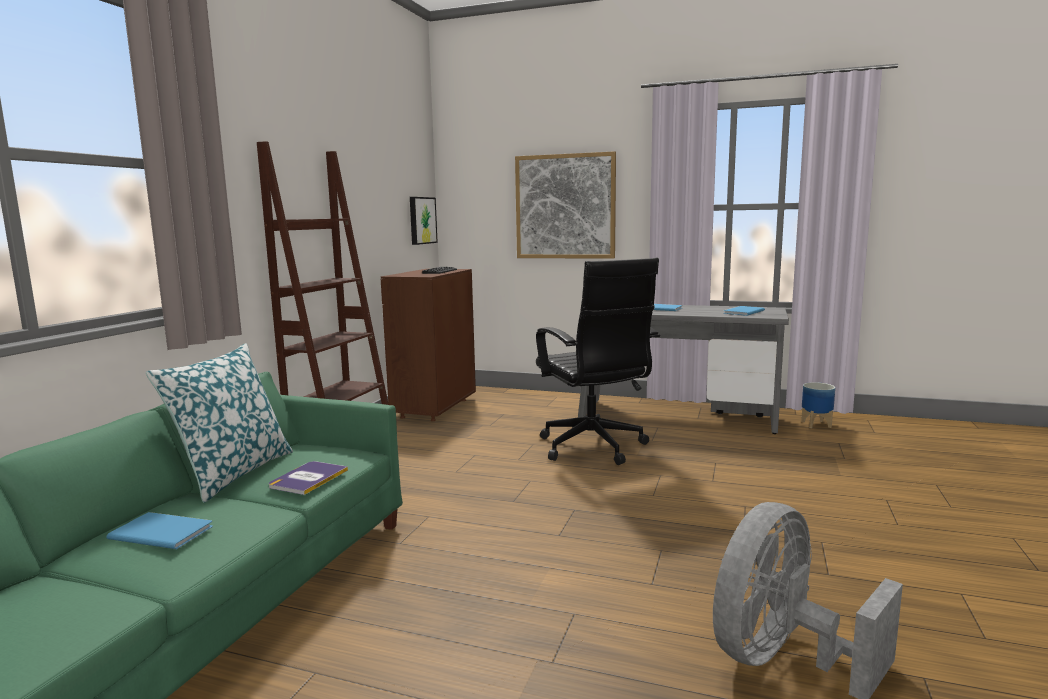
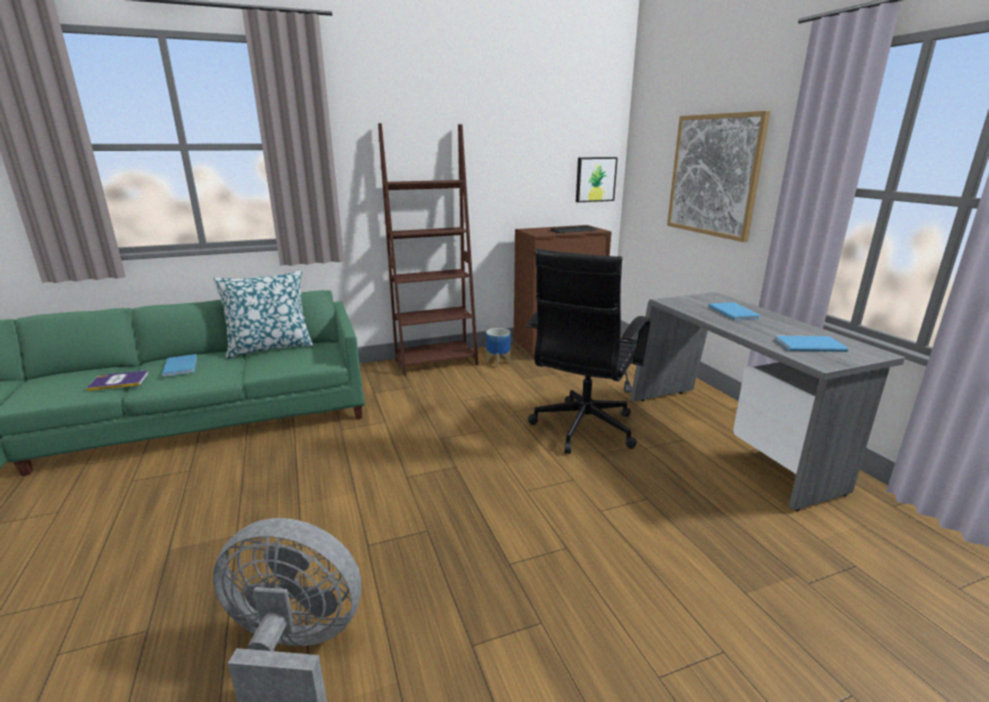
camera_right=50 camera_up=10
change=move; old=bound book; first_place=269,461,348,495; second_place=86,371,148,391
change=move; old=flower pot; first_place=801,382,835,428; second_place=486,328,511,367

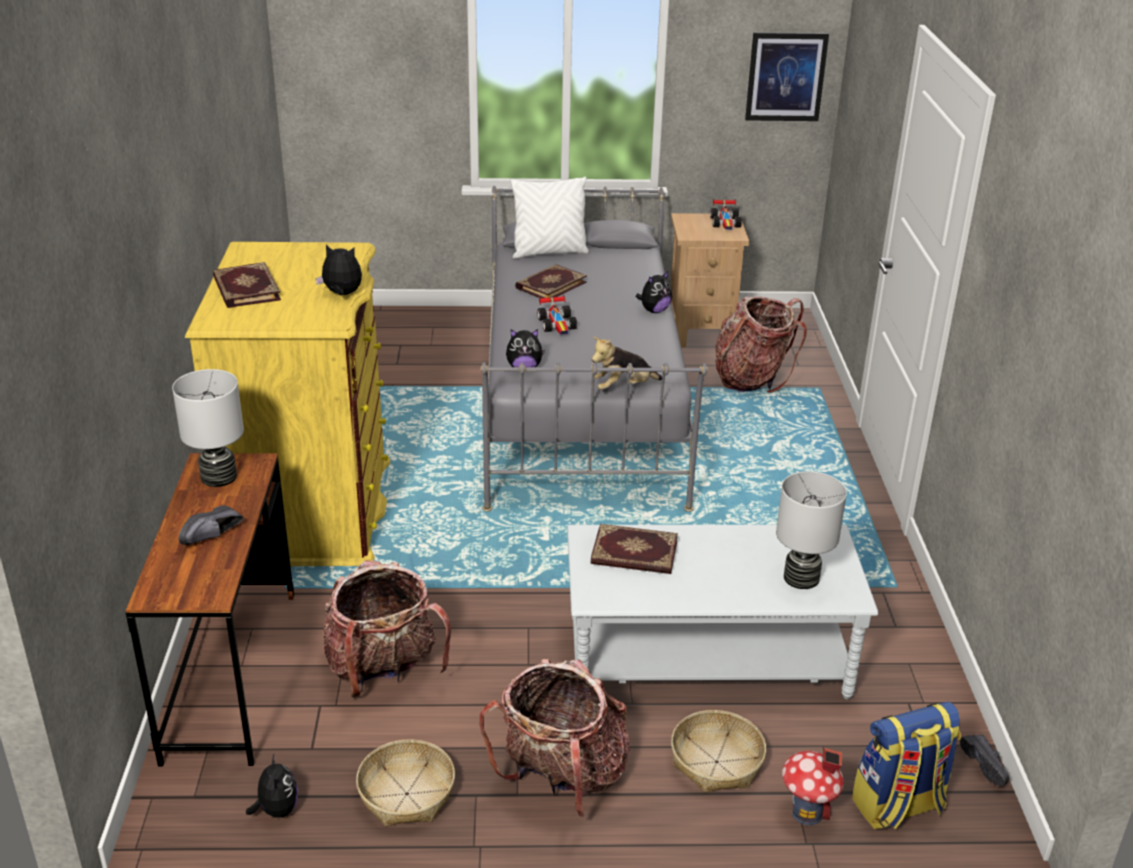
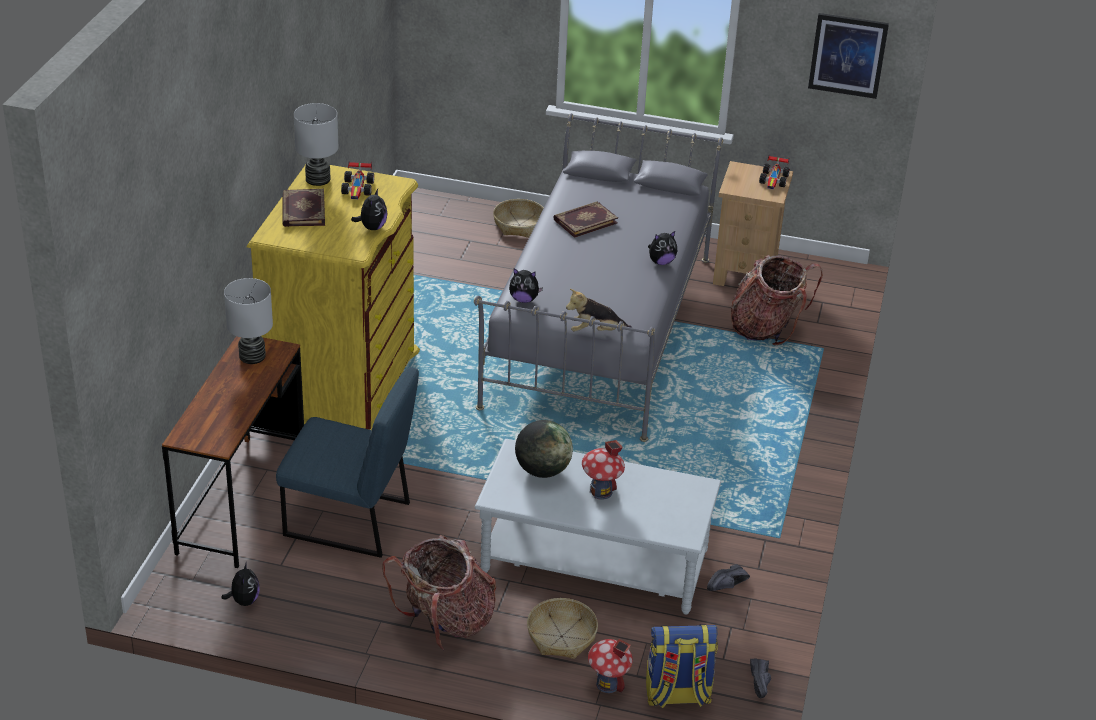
camera_right=15 camera_up=5
change=move; old=black item of footwear; first_place=179,505,244,545; second_place=707,564,750,591
change=rotate; old=soft toy; first_place=315,244,362,296; second_place=351,189,388,230; degrees=75
change=replace; old=knapsack; new=bluish plain chair; first_place=323,560,451,698; second_place=276,367,419,558
change=move; old=storage basket; first_place=356,739,455,827; second_place=493,199,544,238
change=delete; old=whitish cushion; first_place=510,176,589,259
change=move; old=miniature car; first_place=537,295,577,335; second_place=341,161,374,199
change=replace; old=bound book; new=globe; first_place=591,524,678,574; second_place=515,420,573,478
change=move; old=greyish table lamp; first_place=776,471,847,589; second_place=294,103,338,186
change=insert; new=model house; second_place=582,440,625,500

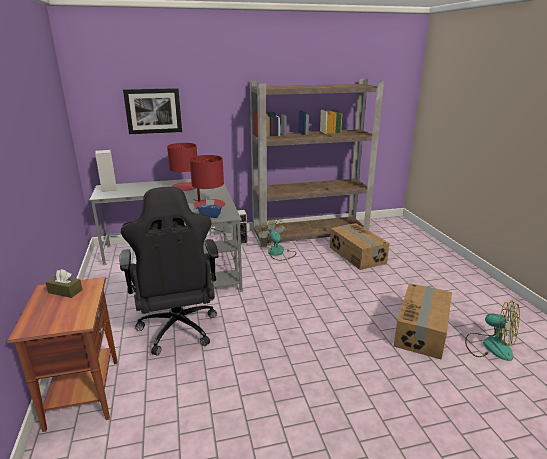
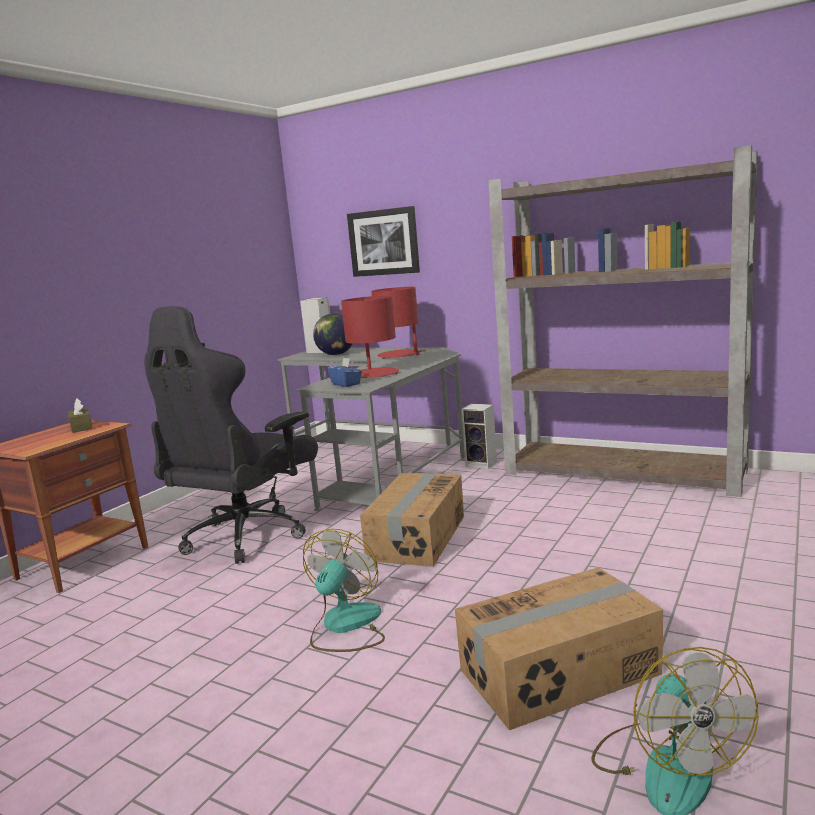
camera_right=45 camera_up=-10
change=move; old=electric fan; first_place=258,219,297,261; second_place=303,529,385,652
change=move; old=packing box; first_place=330,223,390,270; second_place=360,473,464,567
change=insert; new=globe; second_place=313,314,352,355

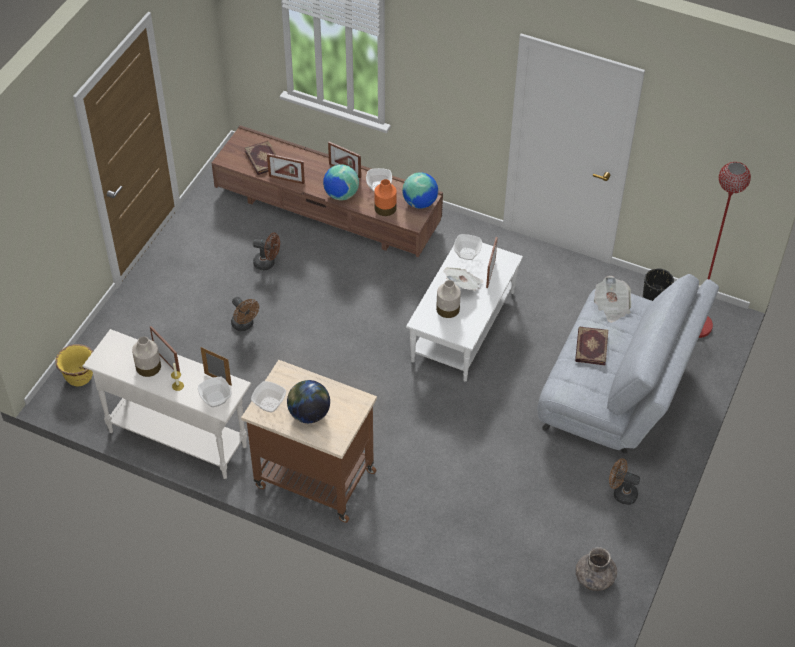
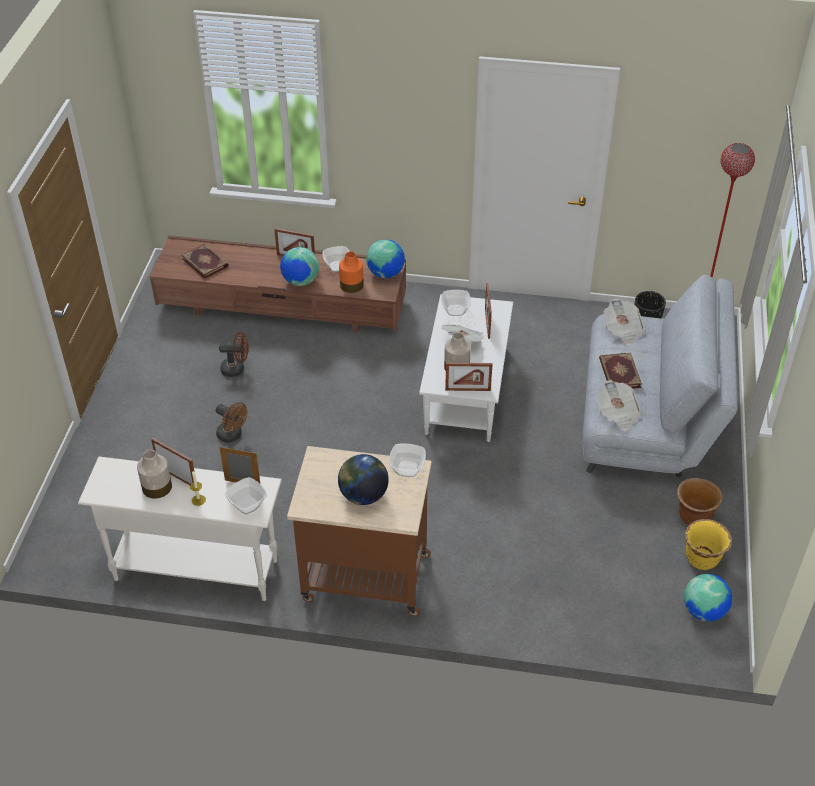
camera_right=-15 camera_up=-5
change=move; old=yellow flower pot; first_place=55,344,93,386; second_place=685,519,732,570
change=move; old=serving bowl; first_place=251,381,286,412; second_place=389,444,426,477
change=move; old=photo frame; first_place=267,153,305,184; second_place=445,363,492,391
change=replace; old=greyish decorative vase; new=globe; first_place=575,547,617,591; second_place=684,574,732,622
change=replace; old=brown-coloured electric fan; new=brown-coloured flower pot; first_place=609,458,640,505; second_place=677,478,723,525
change=insert; new=daily paper; second_place=597,380,641,431

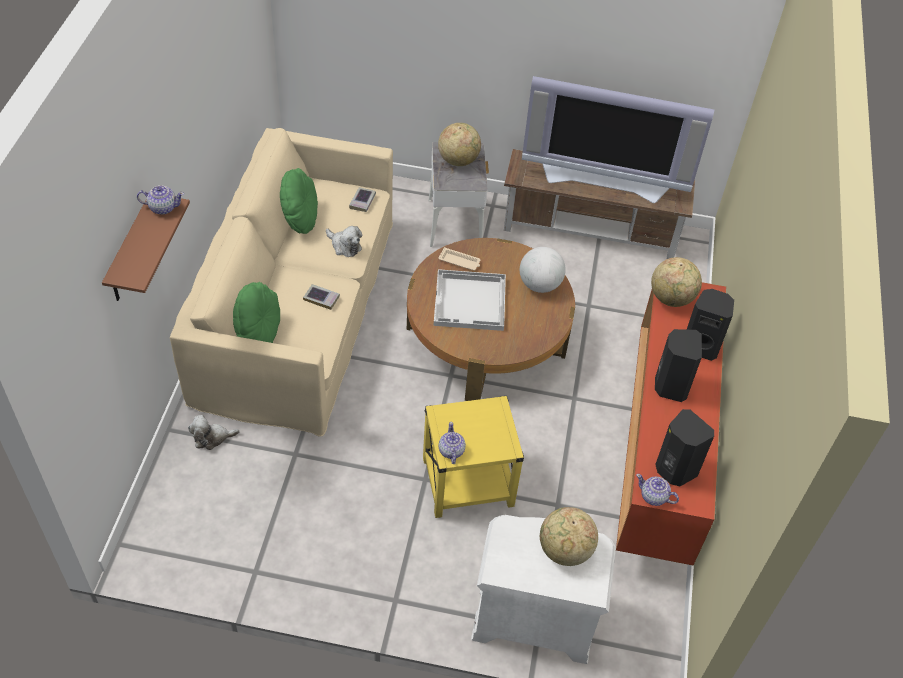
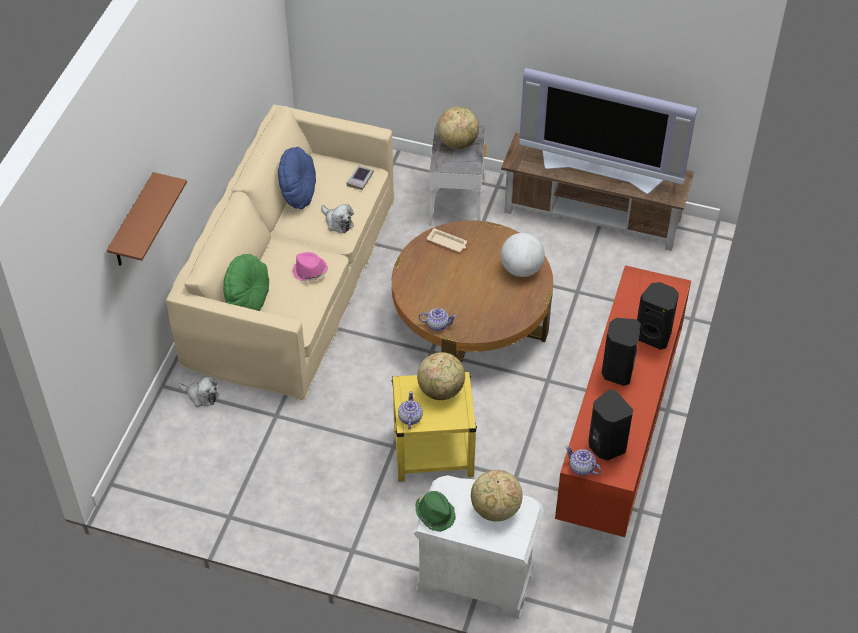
camera_right=10 camera_up=0
change=move; old=teapot; first_place=137,185,184,215; second_place=419,308,457,331
change=rotate; old=soft toy; first_place=188,415,240,450; second_place=178,376,219,407; degrees=-150
change=recolor; old=greenish cushion; new=bluish cushion; first_place=280,168,318,234; second_place=278,147,316,209
change=replace; old=bound book; new=pink wearable hat; first_place=303,284,340,310; second_place=293,252,328,282
change=delete; old=whitish tray; first_place=434,269,506,331
change=move; old=globe; first_place=651,257,702,307; second_place=417,352,465,400
change=insert; new=greenish wearable hat; second_place=415,491,456,532

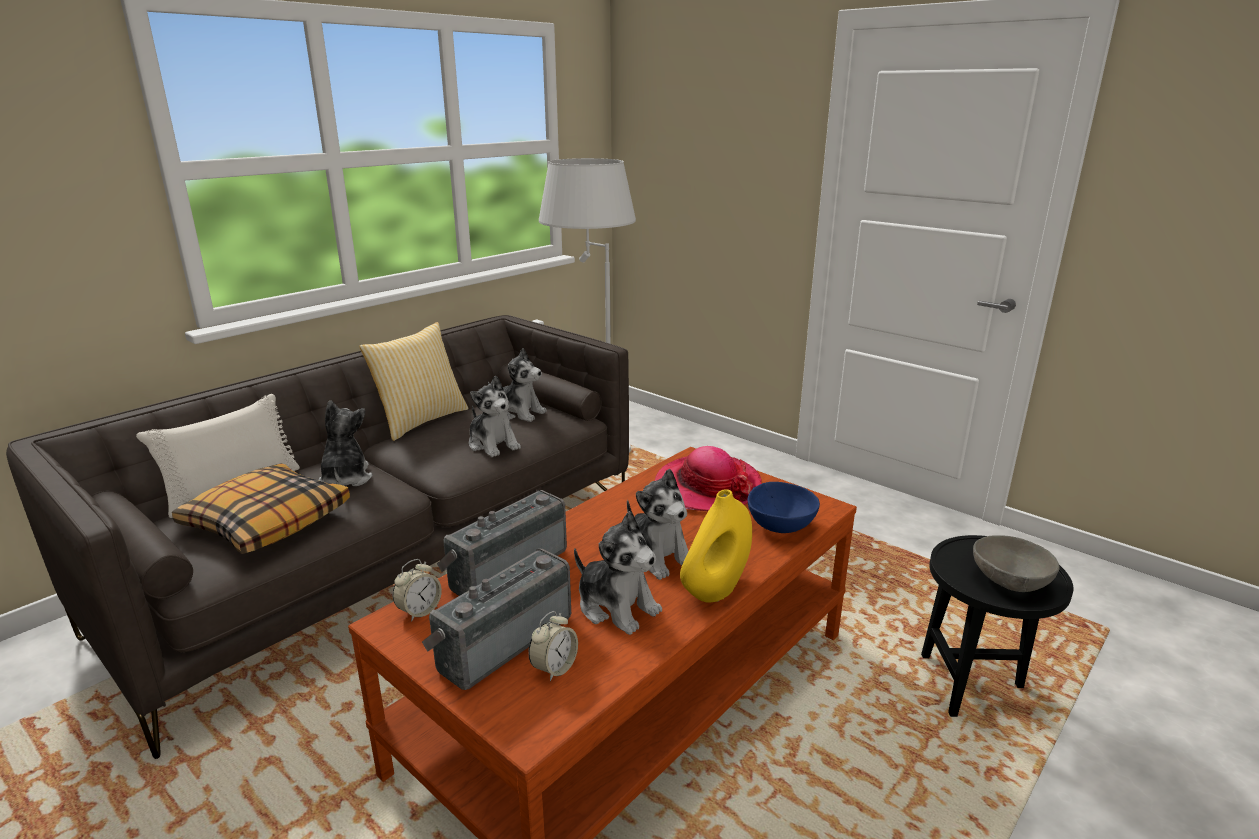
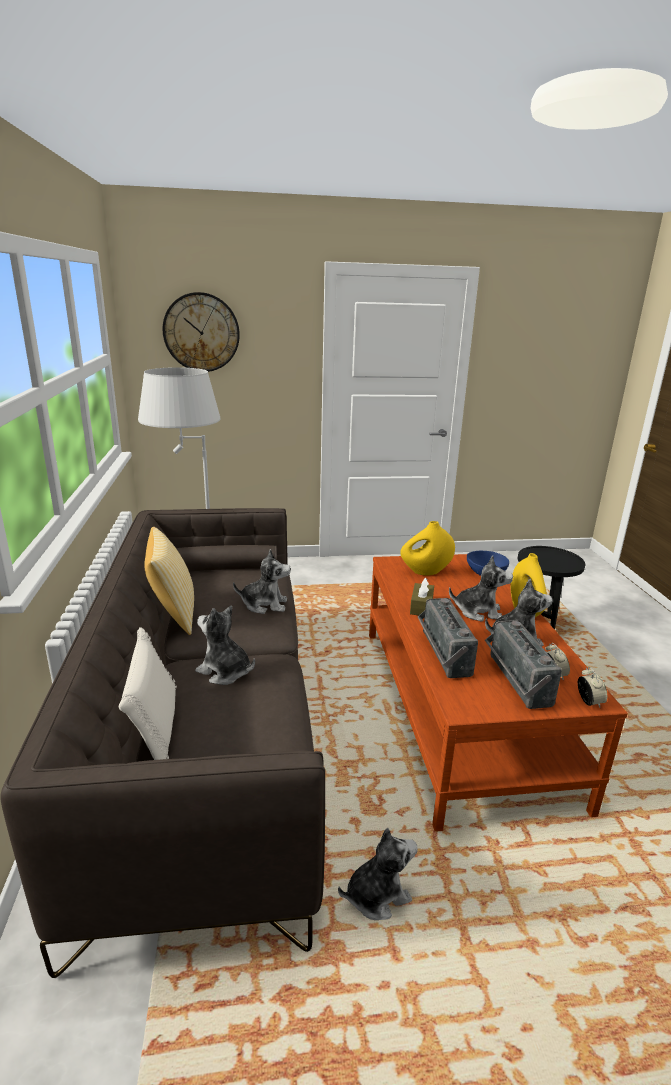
camera_right=-50 camera_up=0
change=delete; old=cushion; first_place=172,463,350,554
change=move; old=alarm clock; first_place=393,559,442,622; second_place=578,667,607,707
change=move; old=soft toy; first_place=488,348,547,422; second_place=338,828,418,920
change=replace; old=wearable hat; new=yellow decorative vase; first_place=655,446,762,511; second_place=400,521,455,575
change=delete; old=greyish serving bowl; first_place=973,535,1060,592
change=insert; new=wall clock; second_place=163,292,240,372
change=insert; new=brown-coloured box of tissues; second_place=410,578,434,615

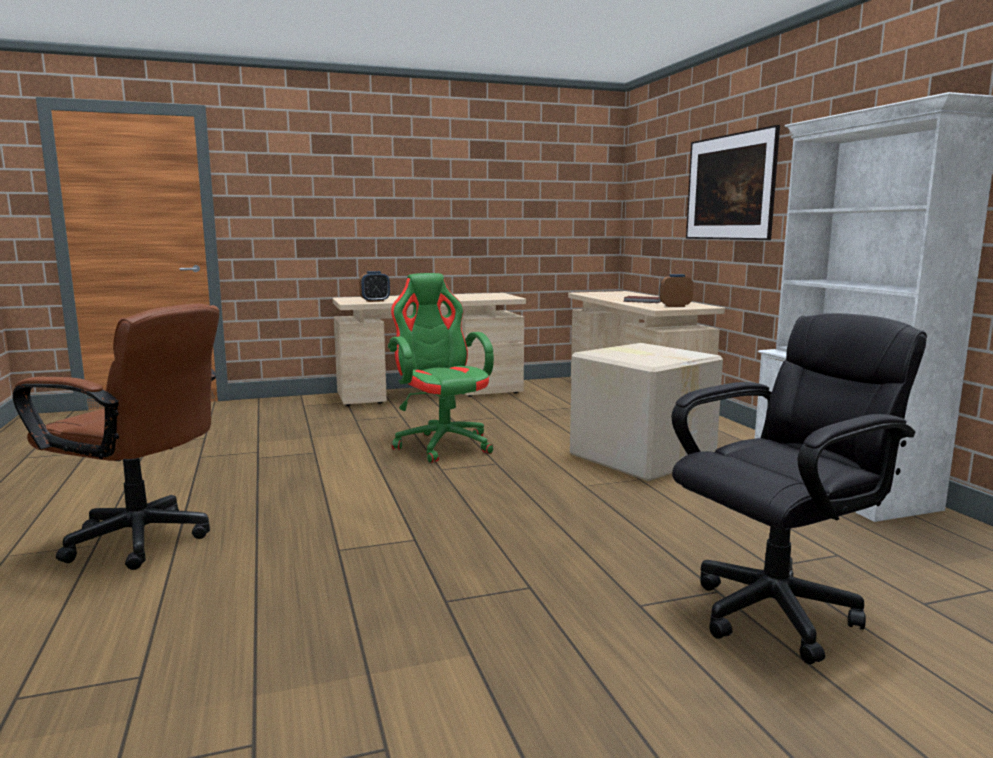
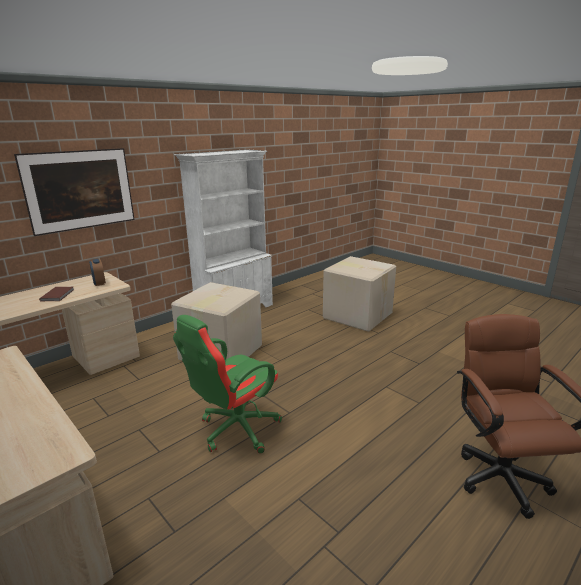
camera_right=-115 camera_up=10
change=delete; old=alarm clock; first_place=359,271,390,302
change=replace; old=black computer chair; new=packing box; first_place=672,313,927,664; second_place=323,256,396,332

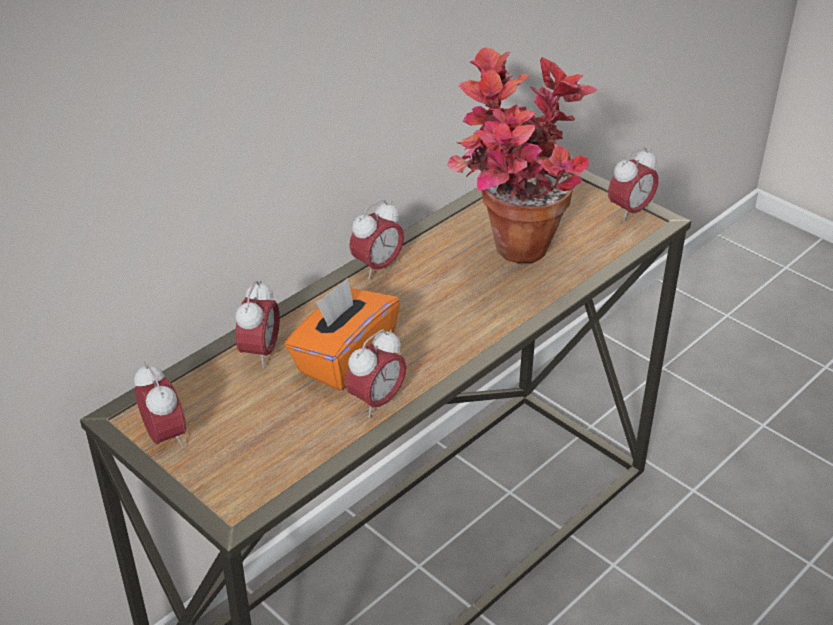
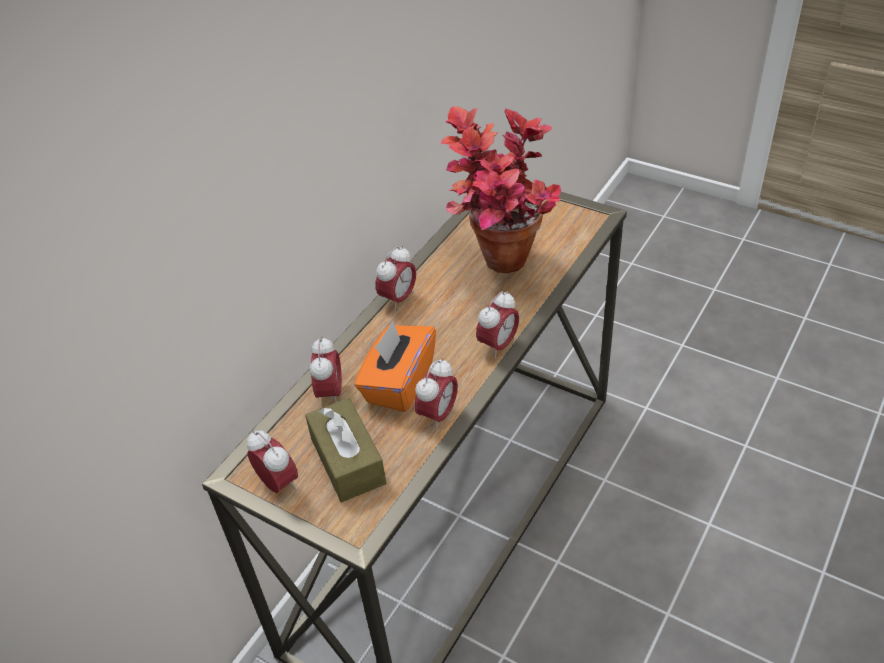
camera_right=-10 camera_up=5
change=move; old=alarm clock; first_place=608,147,658,222; second_place=476,291,519,358
change=insert; new=brown-coloured box of tissues; second_place=305,398,386,502

